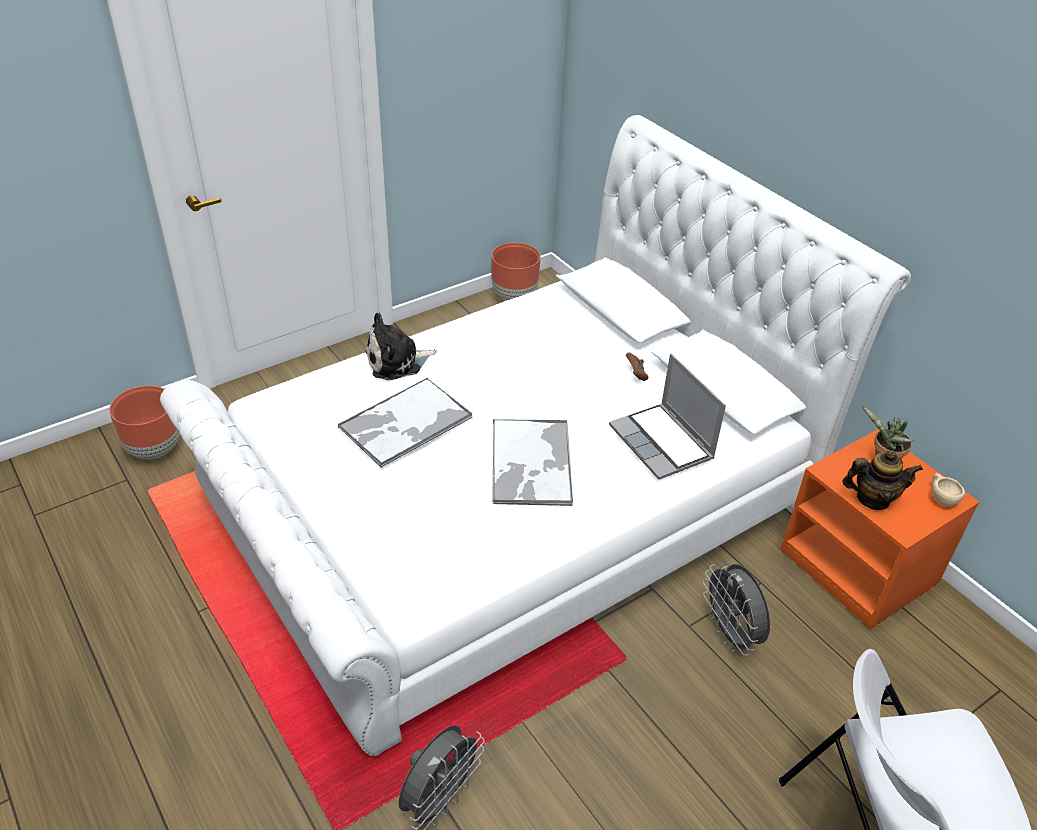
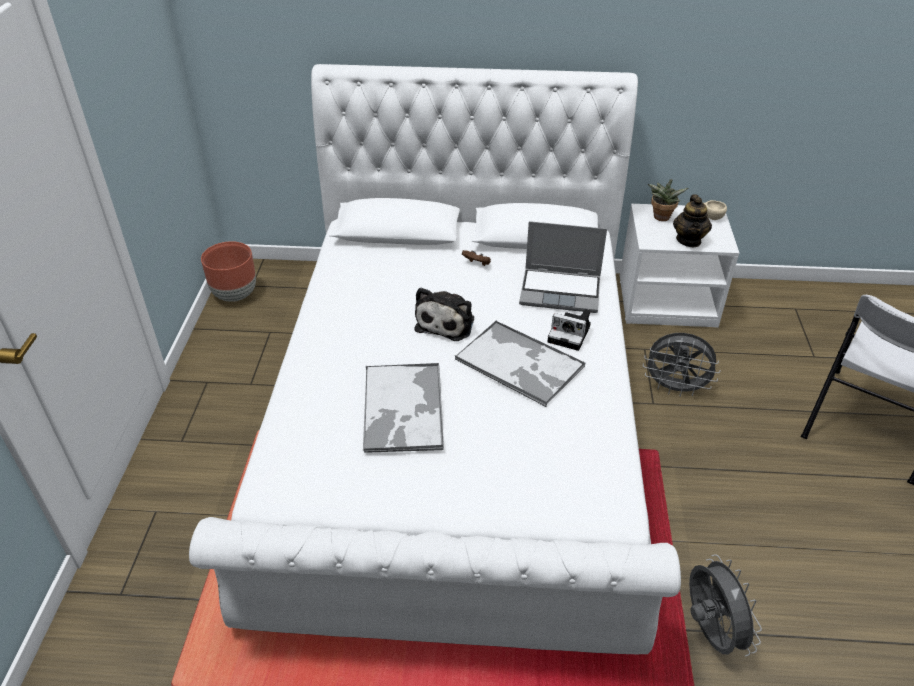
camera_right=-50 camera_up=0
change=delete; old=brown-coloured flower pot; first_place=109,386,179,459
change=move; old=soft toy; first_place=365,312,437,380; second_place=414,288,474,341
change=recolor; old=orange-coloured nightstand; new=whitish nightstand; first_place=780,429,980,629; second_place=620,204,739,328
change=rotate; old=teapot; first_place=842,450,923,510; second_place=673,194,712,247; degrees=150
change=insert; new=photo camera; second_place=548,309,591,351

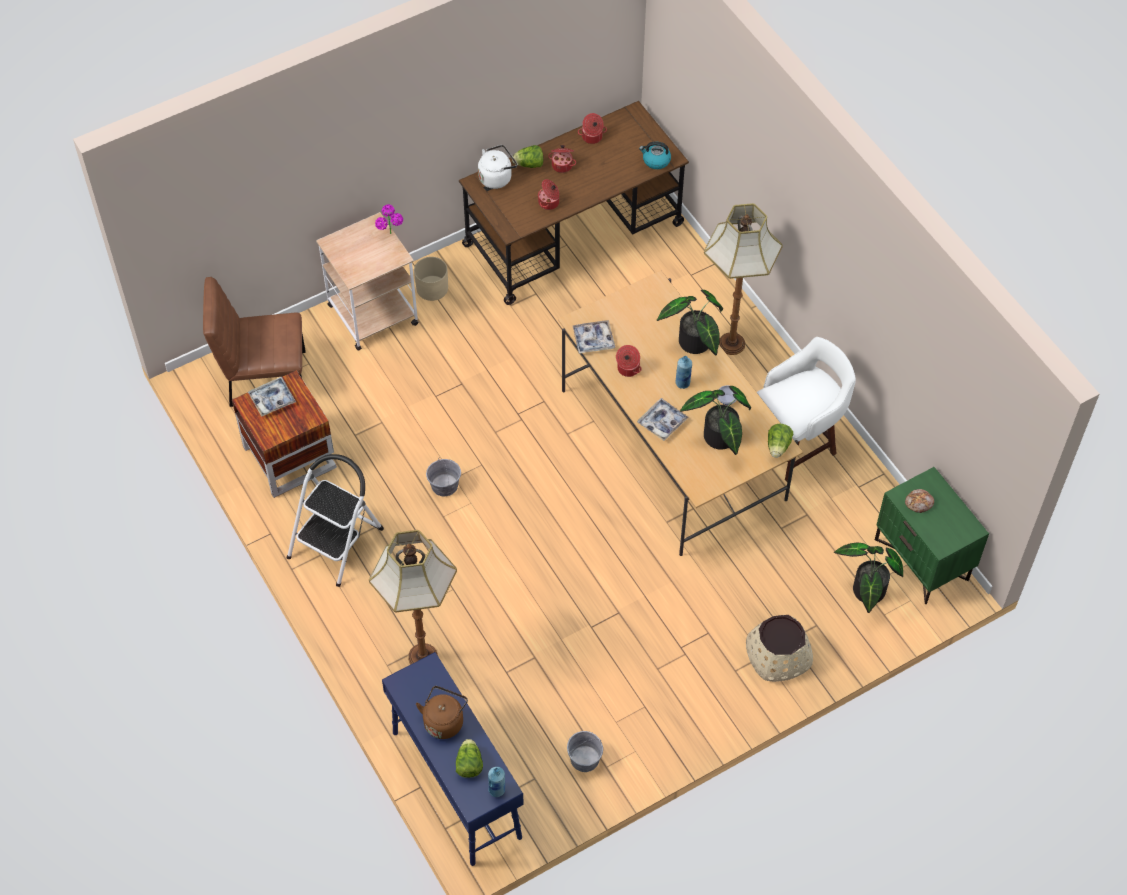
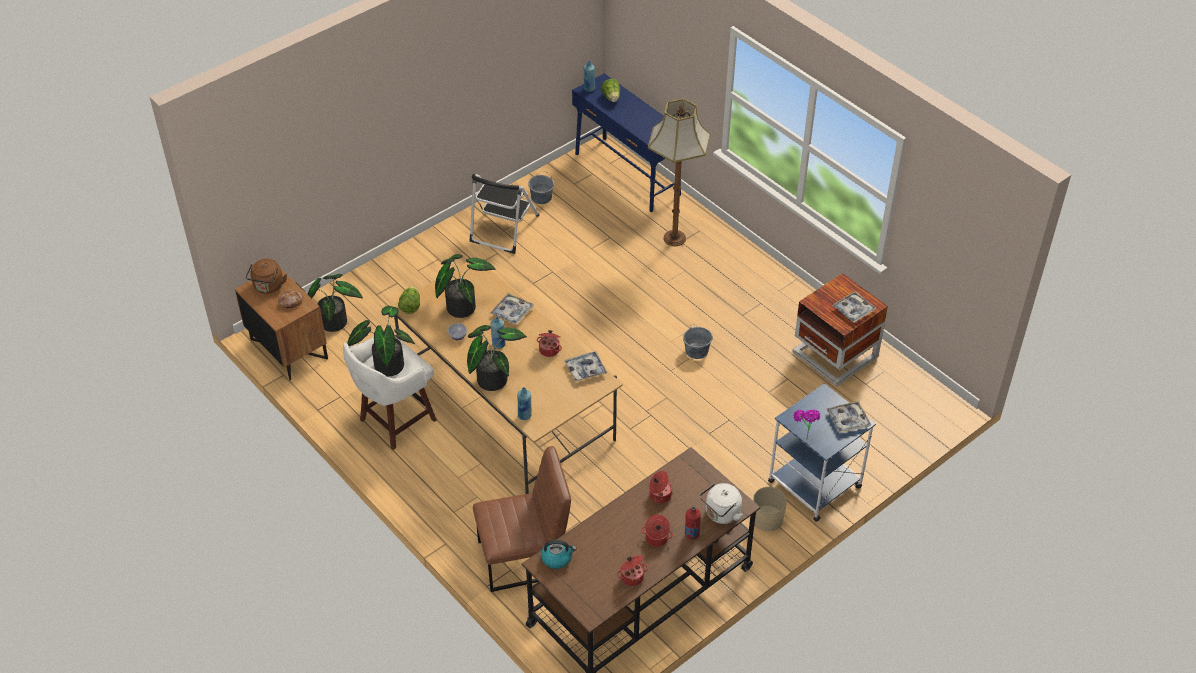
camera_right=170 camera_up=-10
change=move; old=brown-coloured plain chair; first_place=203,277,306,407; second_place=473,446,571,592
change=move; old=step stool; first_place=287,454,384,587; second_place=470,174,539,254
change=recolor; old=beige-coloured wheeled cart; new=bluish wheeled cart; first_place=316,212,419,351; second_place=768,383,876,521
change=move; old=brown-coloured water kettle; first_place=416,686,468,739; second_place=246,259,287,294
change=replace; old=lettuce head; new=red-coloured bottle; first_place=512,145,544,168; second_place=685,506,701,540
change=delete; old=standing lamp; first_place=704,203,783,355
change=delete; old=beige-coloured flower pot; first_place=746,615,813,682
change=recolor; old=greenish nightstand; new=brown-coloured nightstand; first_place=875,467,989,604; second_place=235,269,328,380
change=insert; new=potted plant; second_place=347,306,415,376
change=insert; new=bluish bottle; second_place=517,387,531,420
change=insert; new=tray; second_place=826,401,871,433

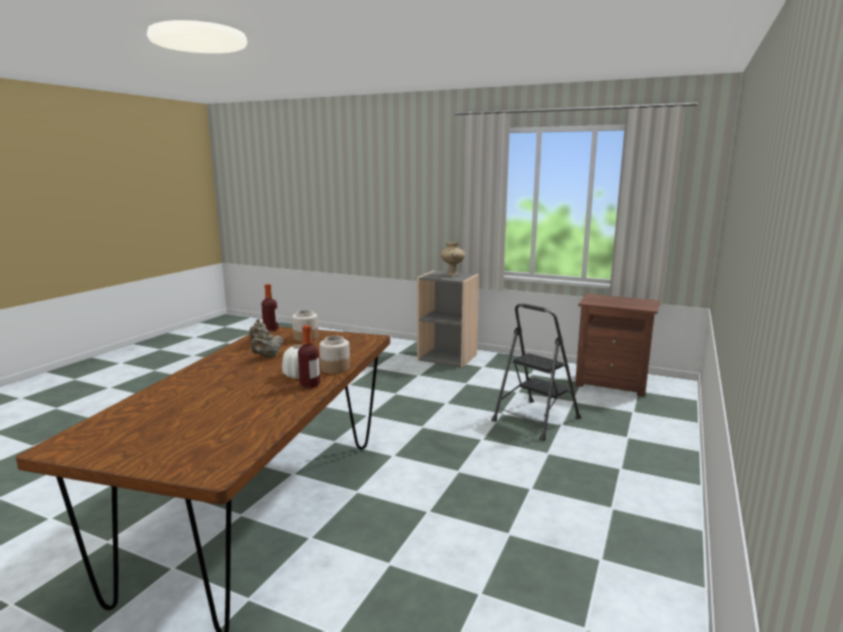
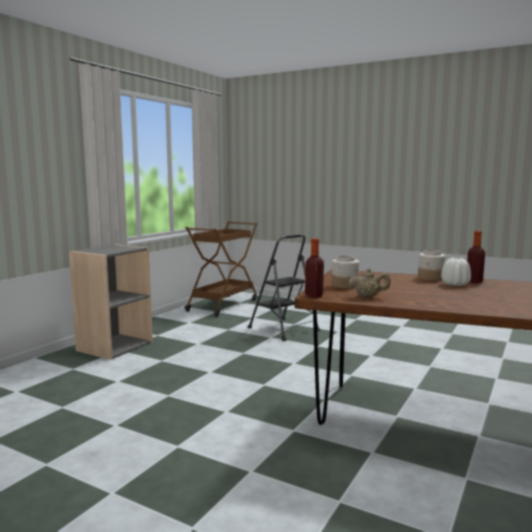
camera_right=-85 camera_up=-5
change=delete; old=beige-coloured teapot; first_place=250,331,283,358
change=delete; old=beige-coloured decorative vase; first_place=440,242,465,276
change=replace; old=brown-coloured nightstand; new=brown-coloured wheeled cart; first_place=575,294,660,397; second_place=184,221,258,317

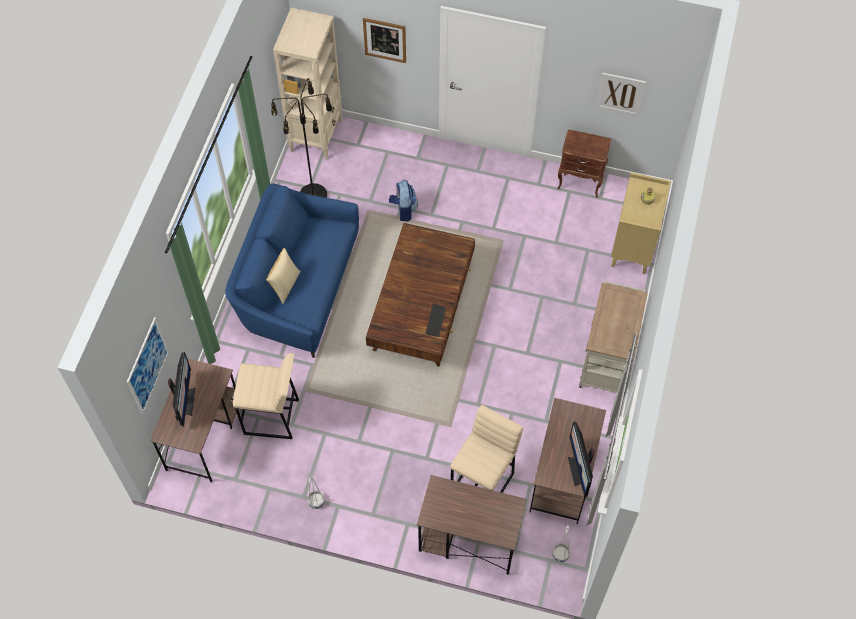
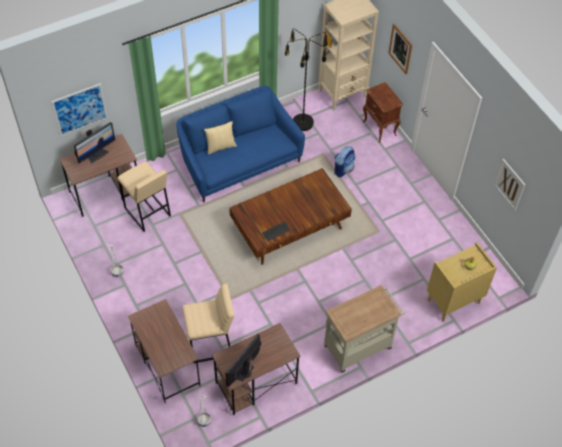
camera_right=45 camera_up=-5
change=move; old=brown-coloured nightstand; first_place=557,130,611,198; second_place=363,82,403,143

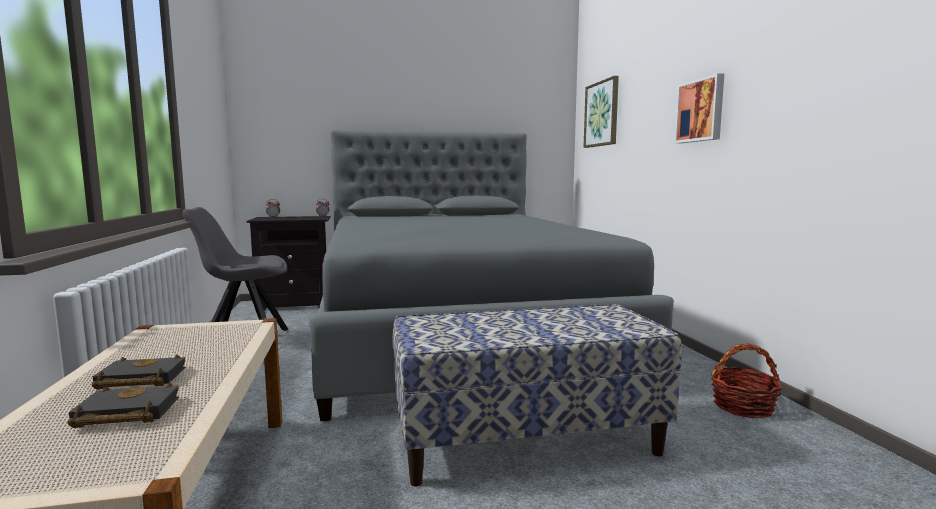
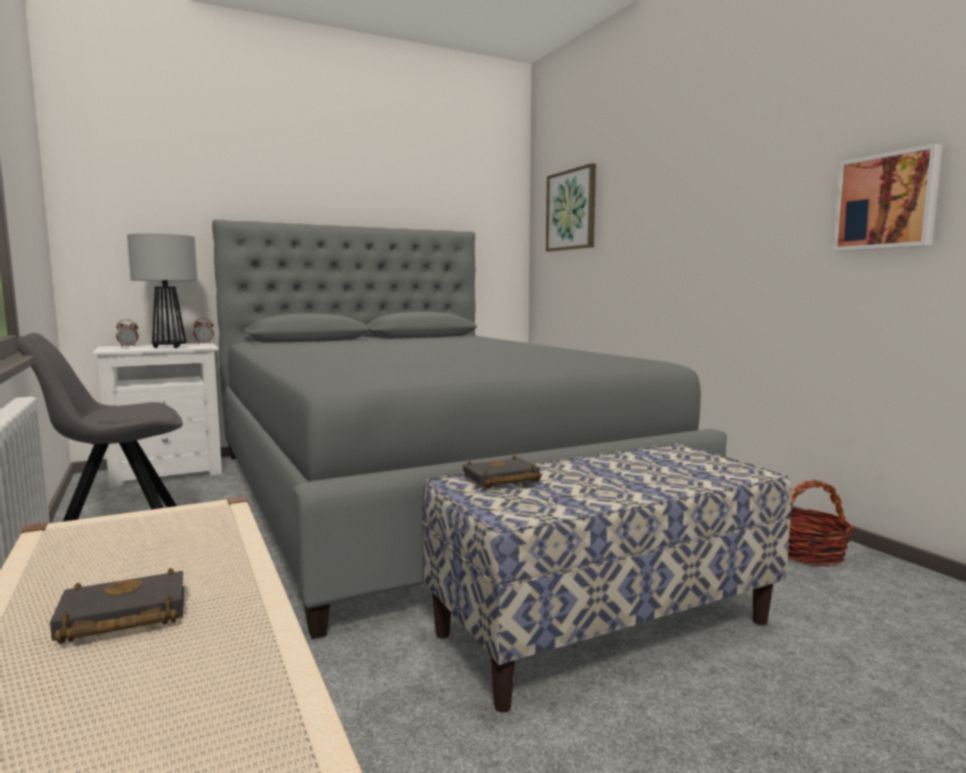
camera_right=-15 camera_up=0
change=move; old=black bound book; first_place=67,382,179,428; second_place=462,455,542,489
change=recolor; old=black nightstand; new=whitish nightstand; first_place=246,216,331,311; second_place=92,343,222,487
change=move; old=wall art; first_place=675,73,724,143; second_place=833,143,942,251
change=insert; new=table lamp; second_place=127,233,198,348

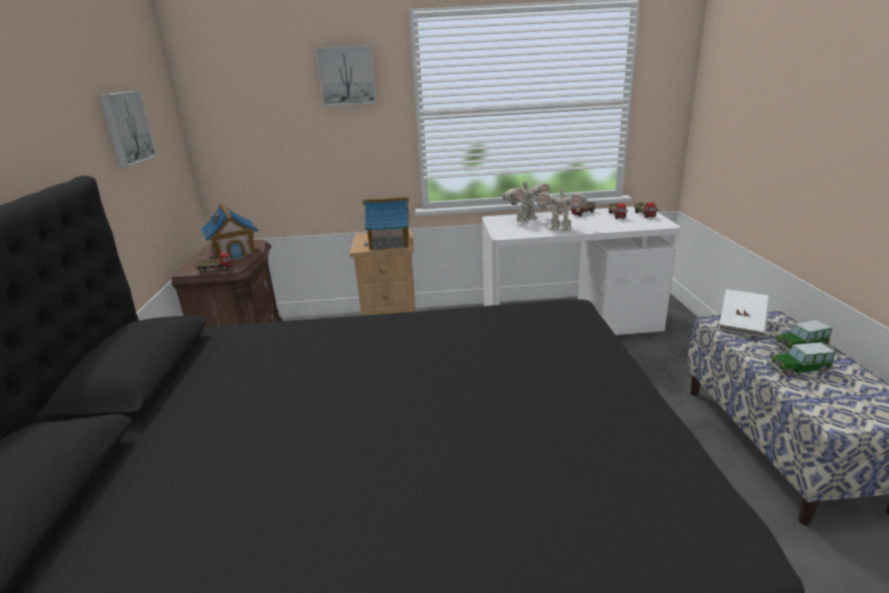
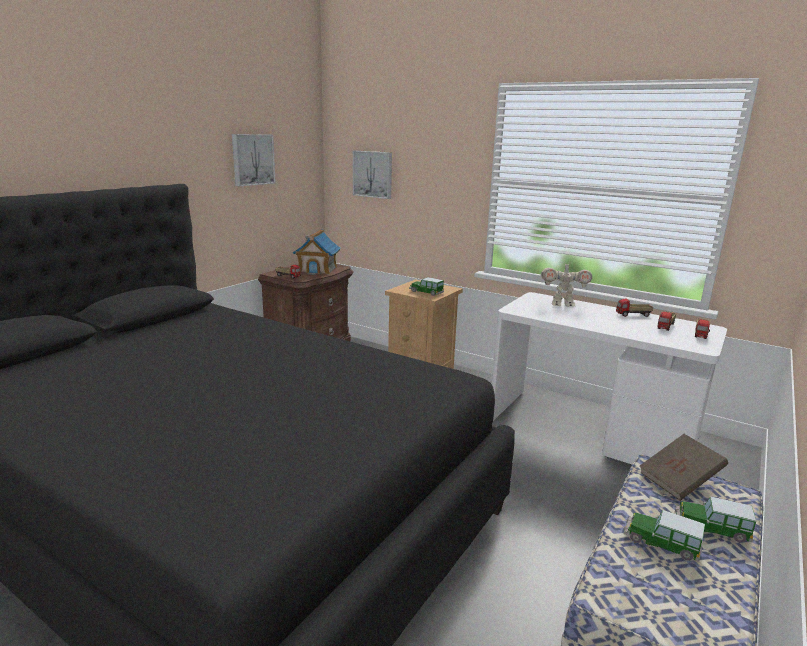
camera_right=35 camera_up=-5
change=move; old=wall art; first_place=316,45,376,106; second_place=353,151,392,199
change=replace; old=model house; new=miniature car; first_place=362,197,409,251; second_place=409,277,444,296
change=delete; old=toy robot; first_place=536,185,587,231
change=recolor; old=whitish bound book; new=brown-coloured bound book; first_place=719,289,769,337; second_place=639,434,728,501

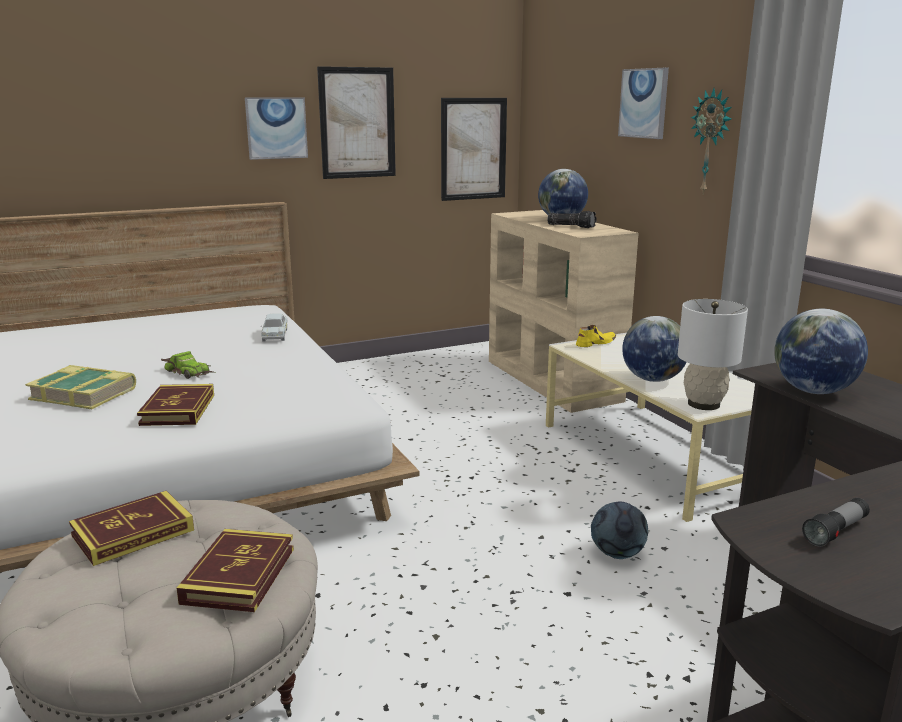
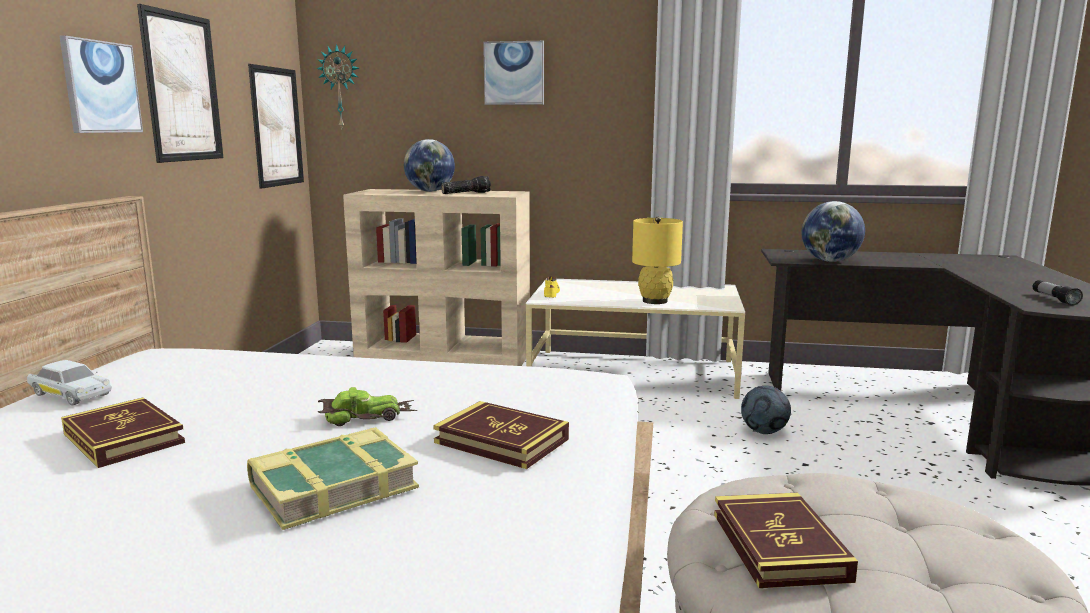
camera_right=-55 camera_up=-5
change=move; old=bound book; first_place=177,529,294,612; second_place=61,398,185,468
change=move; old=whitish miniature car; first_place=261,313,287,341; second_place=27,360,112,406
change=replace; old=globe; new=yellow table lamp; first_place=622,316,687,382; second_place=632,216,683,304
change=delete; old=whitish table lamp; first_place=678,299,748,410
change=move; old=wall clock; first_place=691,88,731,193; second_place=316,44,359,130

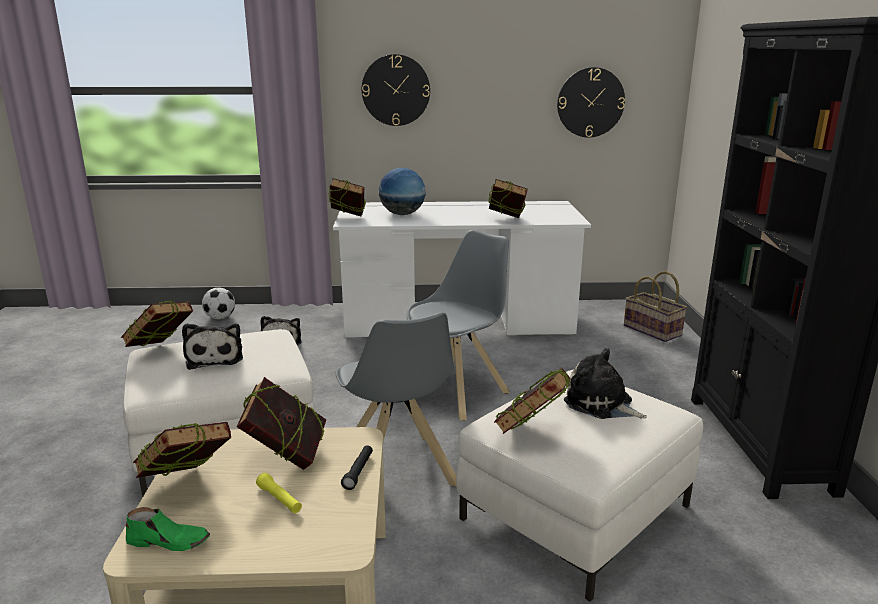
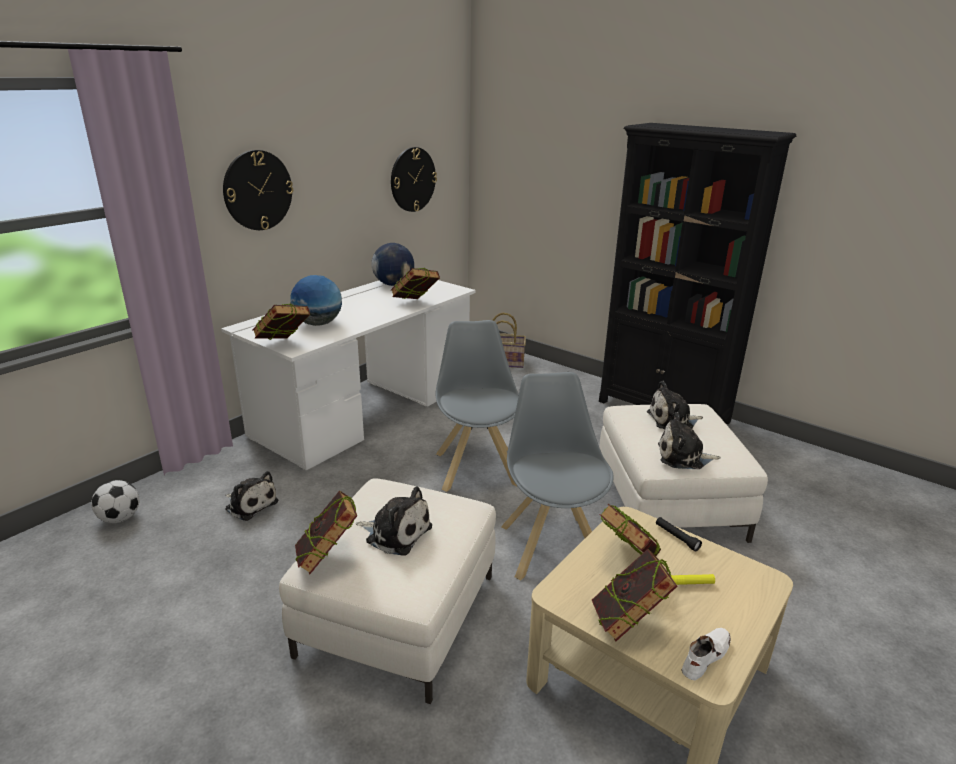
camera_right=-50 camera_up=5
change=recolor; old=greenish item of footwear; new=whitish item of footwear; first_place=126,507,210,551; second_place=681,628,731,680
change=rotate; old=greyish plain chair; first_place=336,312,457,487; second_place=501,372,614,580; degrees=-120
change=replace; old=bound book; new=soft toy; first_place=494,367,571,434; second_place=658,412,721,469
change=insert; new=globe; second_place=372,243,414,286

